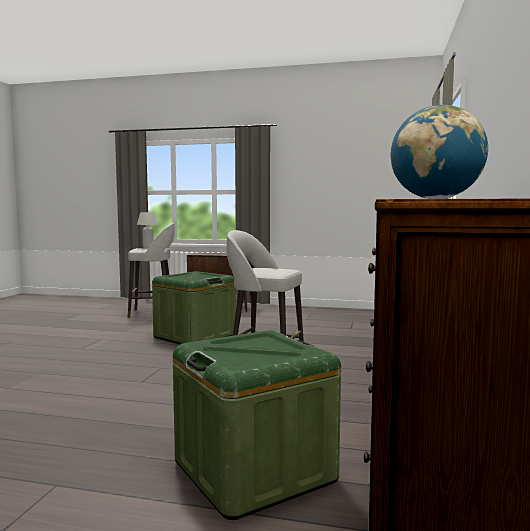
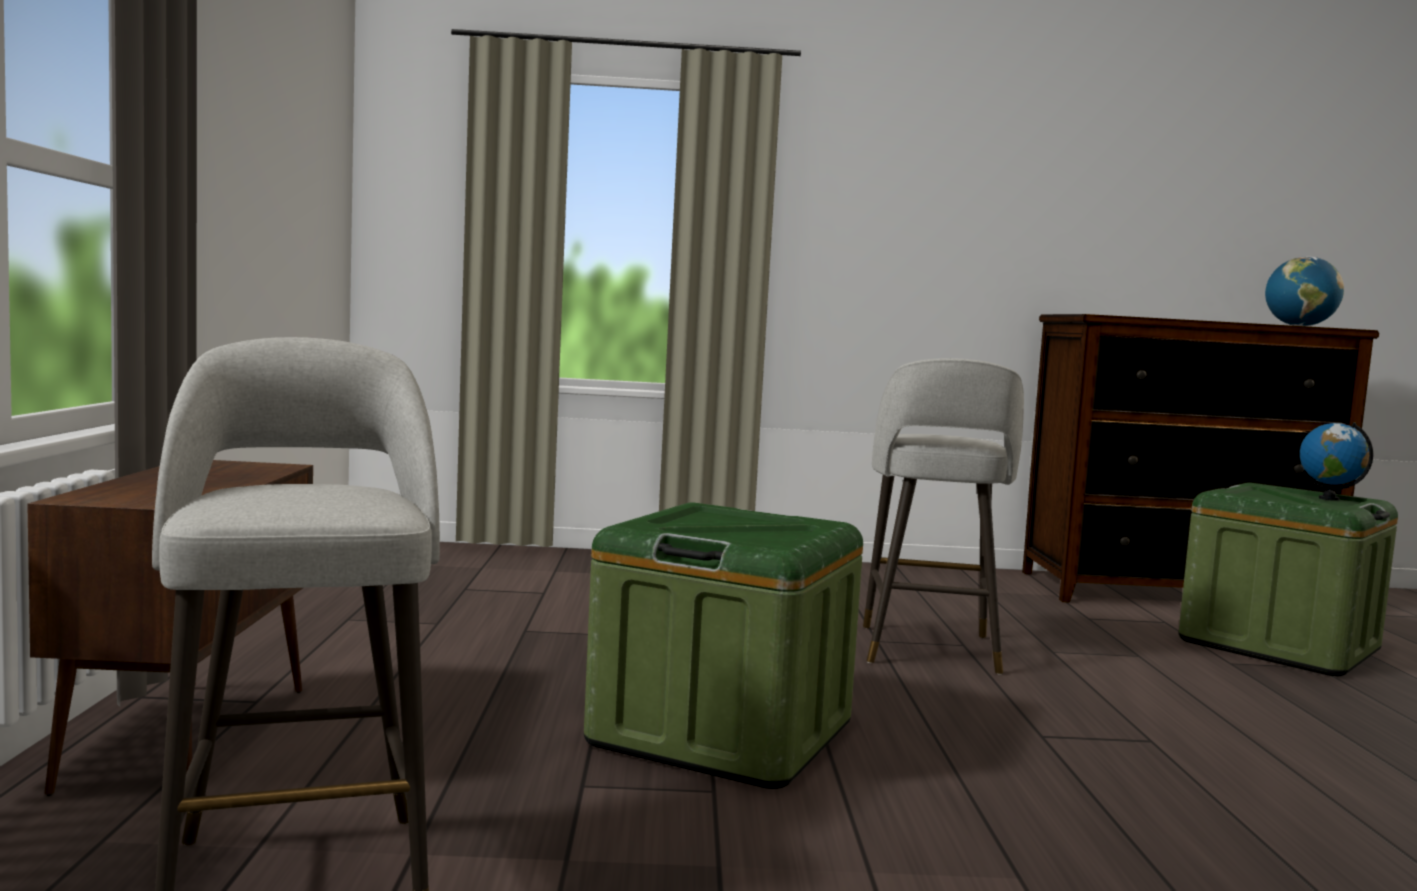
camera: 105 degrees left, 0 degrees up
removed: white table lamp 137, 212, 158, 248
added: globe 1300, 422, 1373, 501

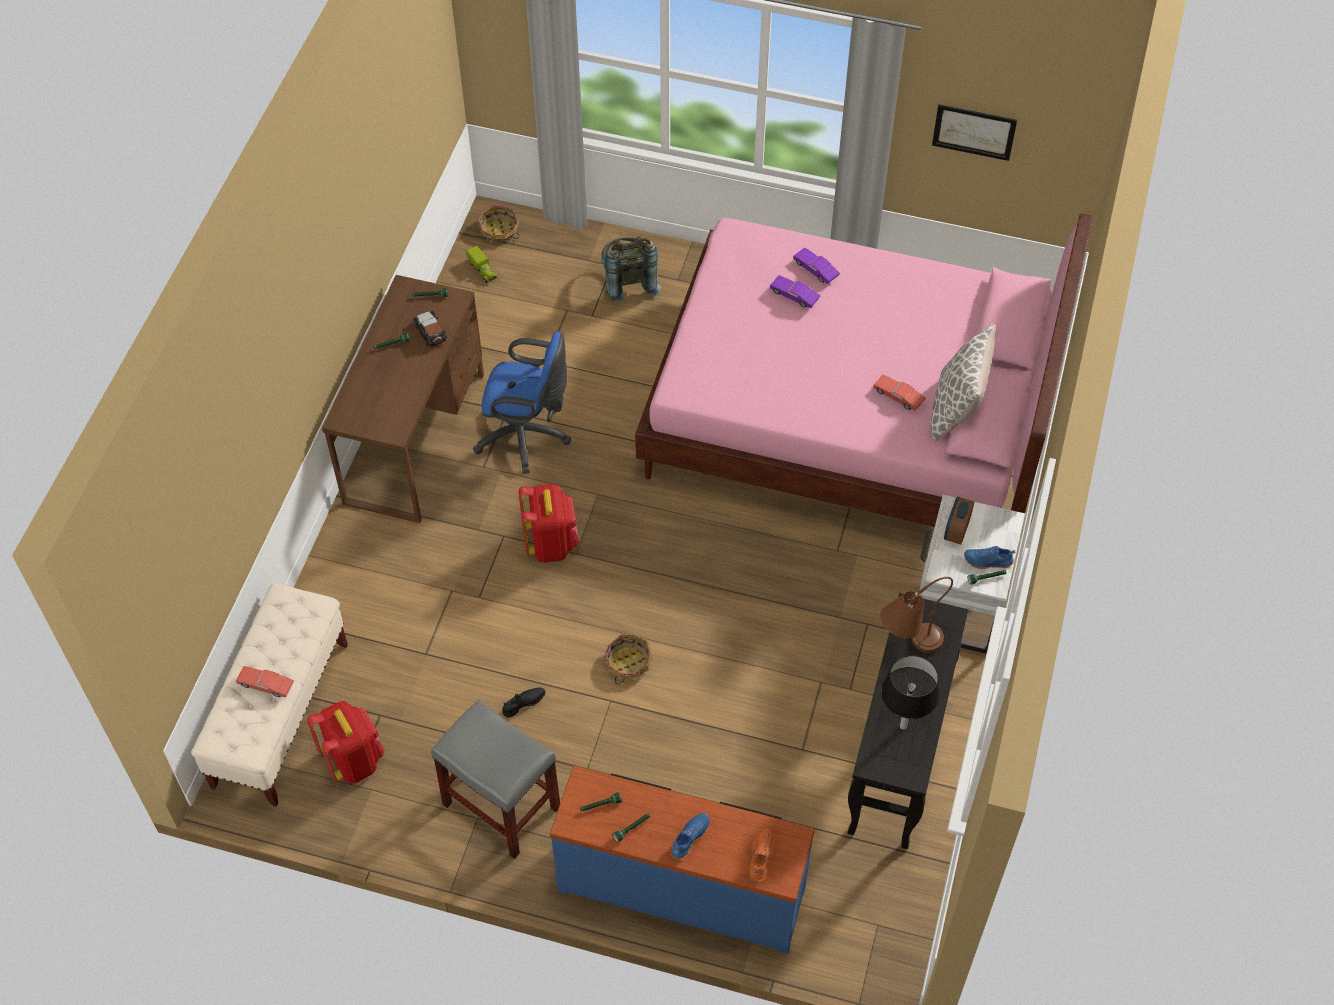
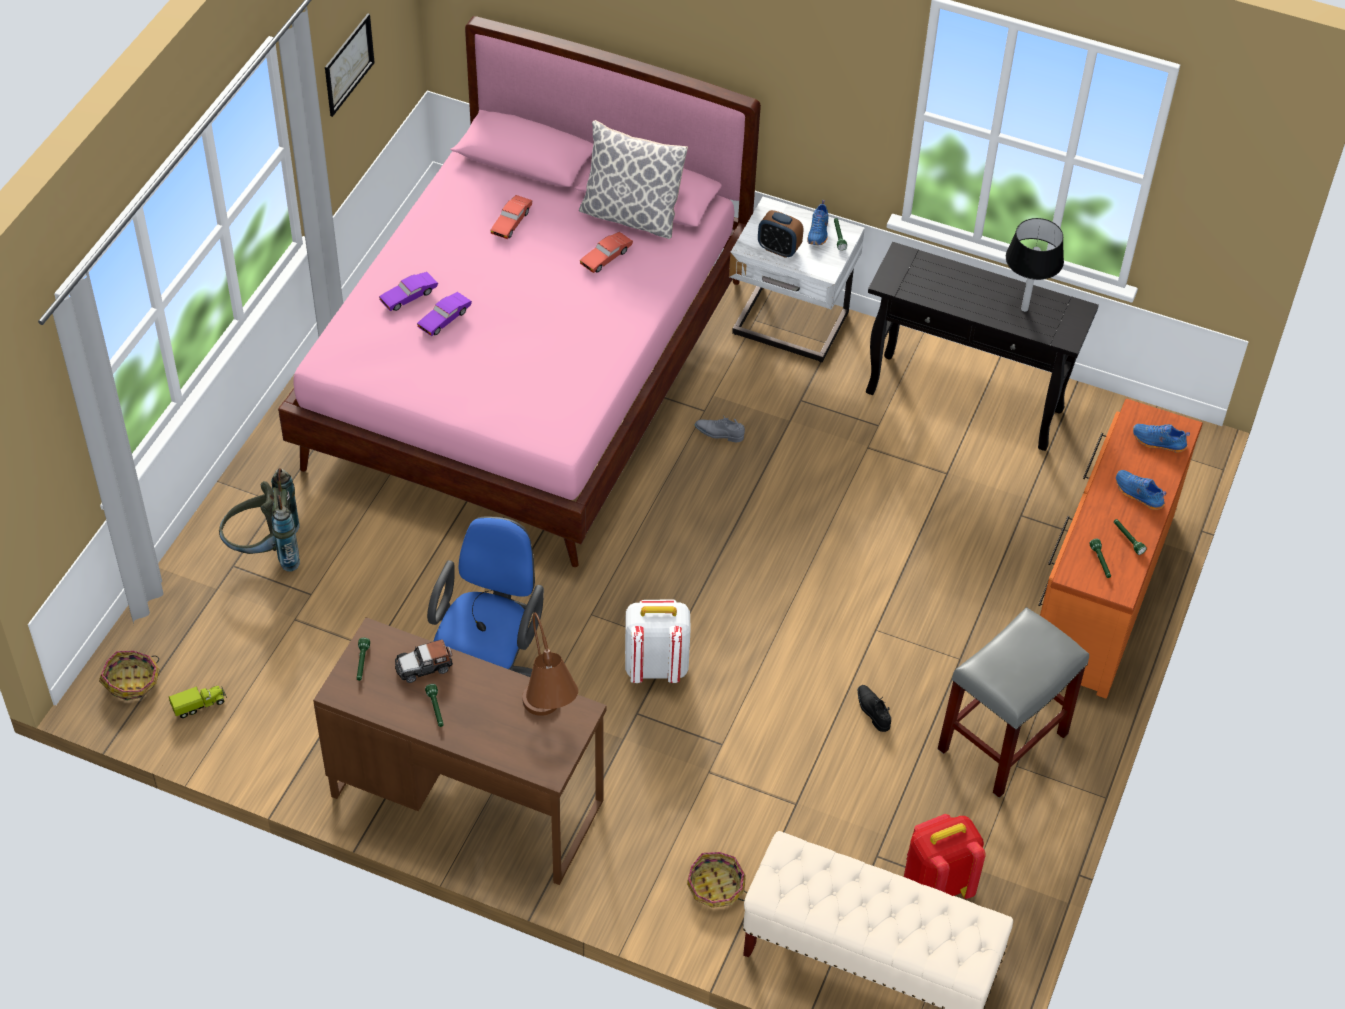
camera: 85 degrees left, 5 degrees down
added: grey shoe 695, 417, 745, 442
moved: brown table lamp 880, 577, 953, 653 to 522, 613, 578, 716; basket 604, 634, 653, 685 to 687, 852, 747, 908; red toy car 236, 666, 294, 697 to 490, 195, 532, 239
recoloured: red backpack 519, 484, 579, 563 to white backpack 625, 599, 691, 683; blue dresser 550, 766, 815, 954 to orange dresser 1038, 399, 1203, 699; orange shoe 749, 828, 773, 882 to blue shoe 1133, 424, 1190, 453

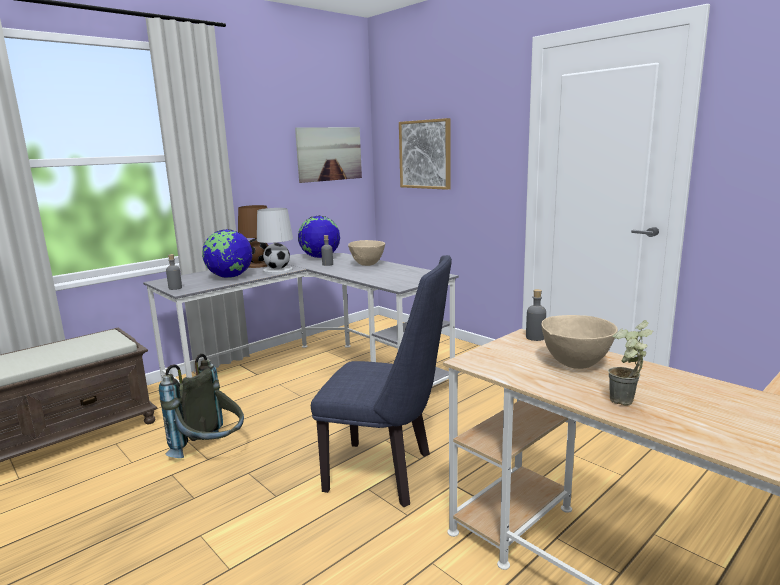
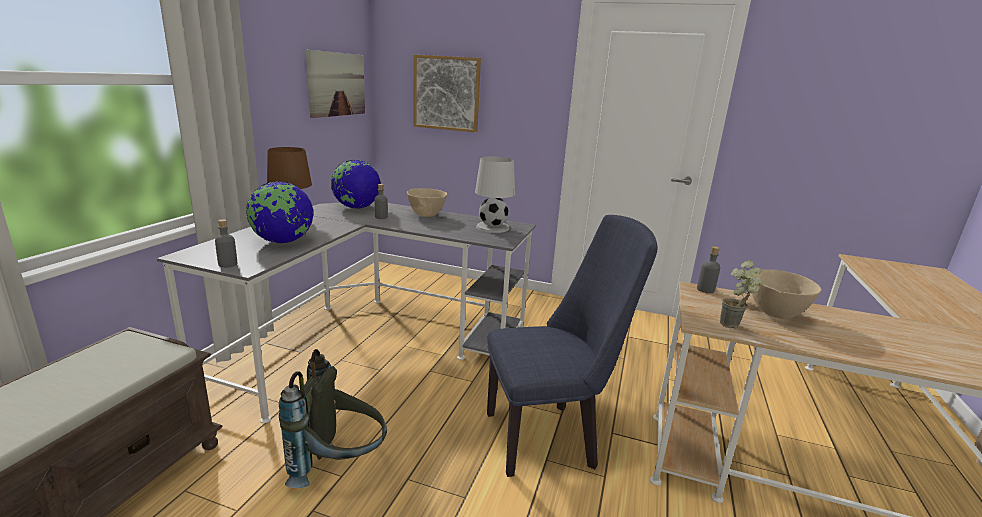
camera: 30 degrees left, 5 degrees up
moved: white table lamp 257, 208, 293, 274 to 475, 156, 515, 233; potted plant 608, 320, 653, 406 to 720, 260, 763, 329

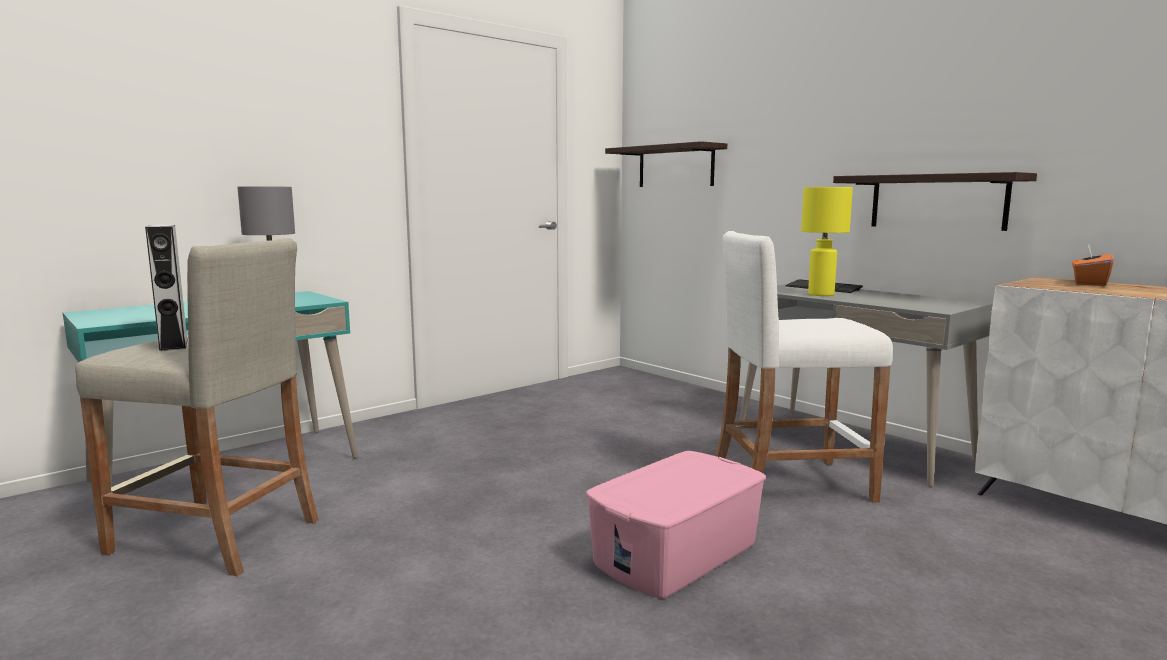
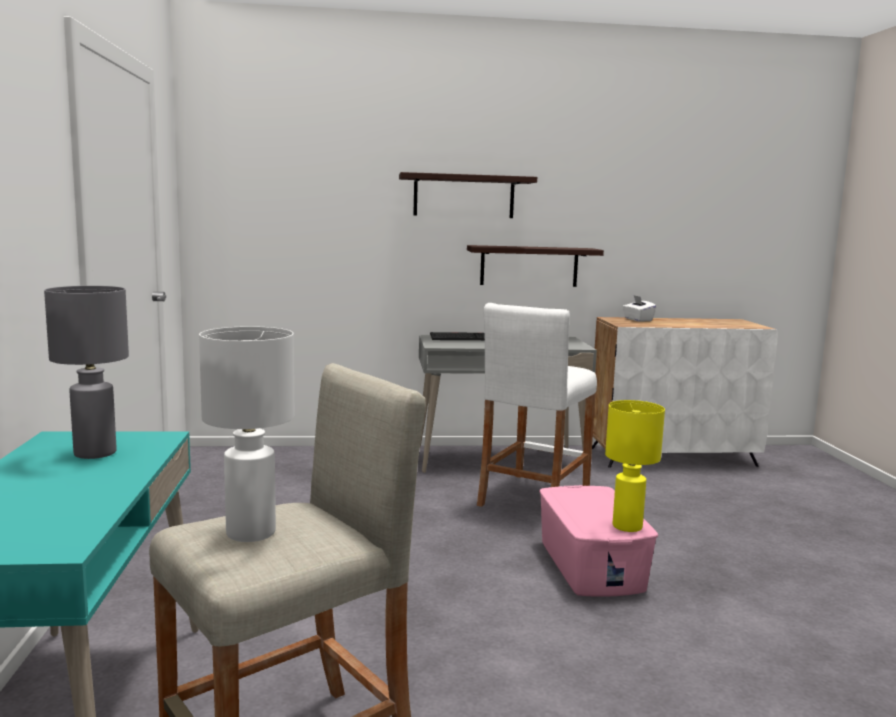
camera: 55 degrees left, 0 degrees up
moved: shelf 605, 141, 727, 187 to 399, 172, 537, 218; yellow table lamp 801, 187, 853, 296 to 605, 400, 665, 532
replaced: grey speaker 145, 224, 188, 351 to white table lamp 199, 326, 294, 542
recoloured: orange tissue box 1072, 245, 1114, 286 to white tissue box 623, 295, 656, 322

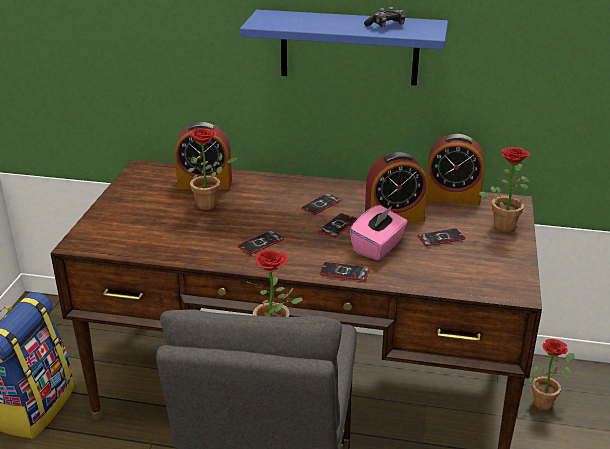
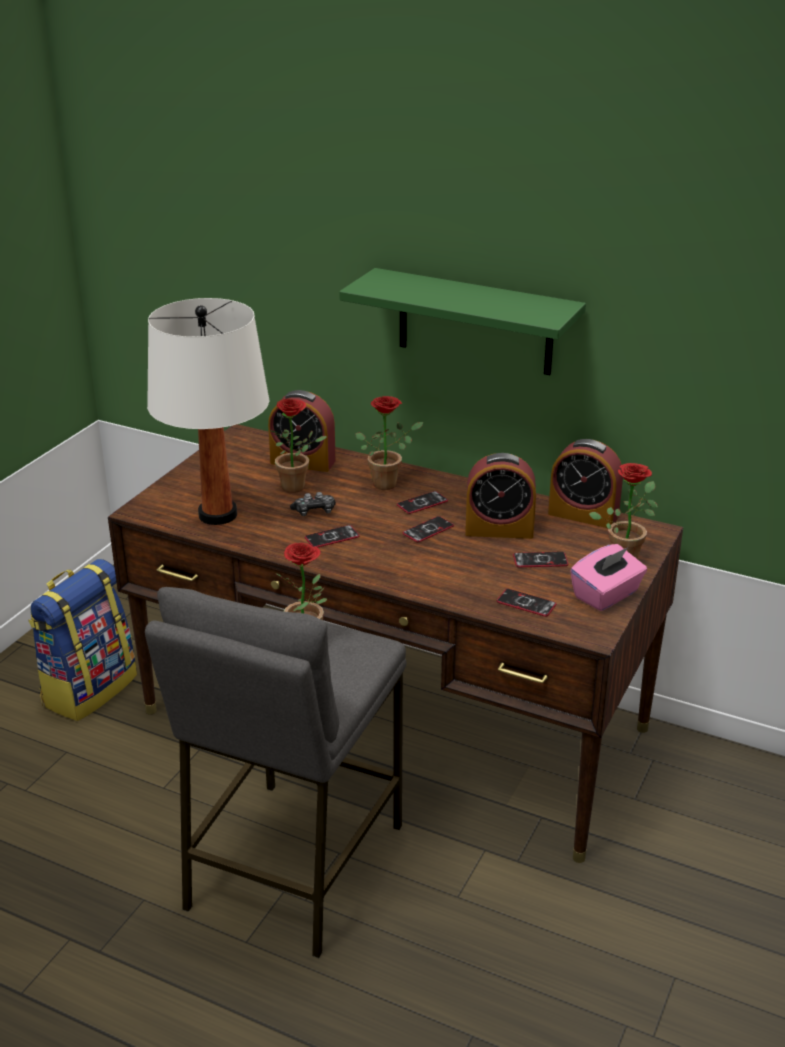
camera: 15 degrees right, 0 degrees up
added: white table lamp 147, 298, 269, 525
moved: game controller 364, 7, 406, 28 to 290, 492, 336, 516; pink tissue box 350, 205, 407, 260 to 570, 544, 647, 611; phone 320, 262, 369, 281 to 497, 589, 556, 617; potted plant 529, 339, 575, 411 to 356, 396, 423, 490
recoloured: blue shelf 240, 10, 448, 86 to green shelf 339, 268, 586, 375

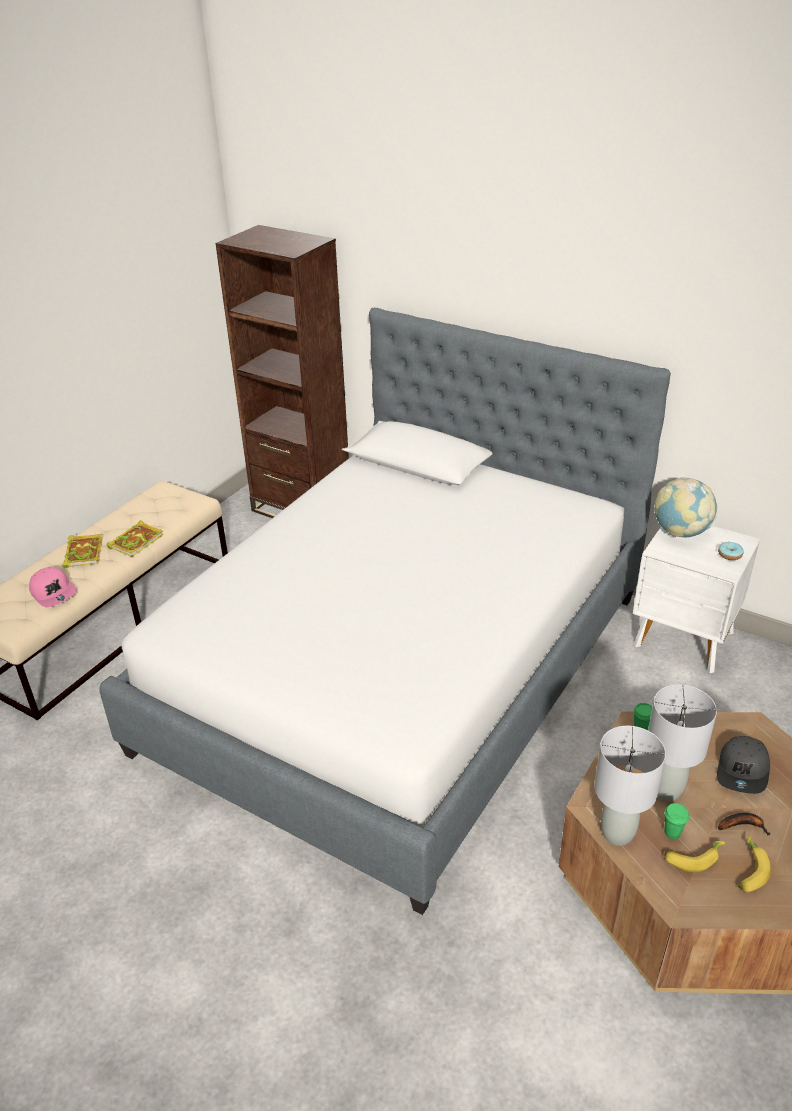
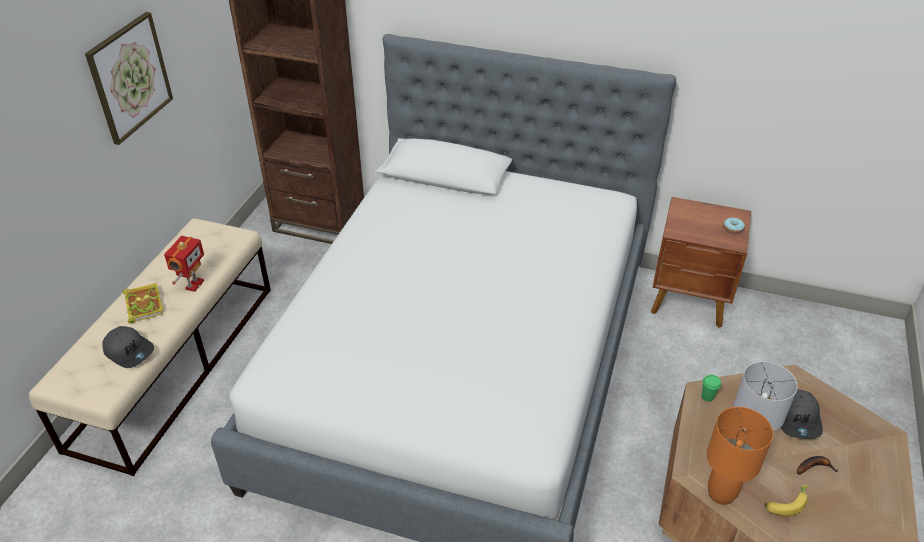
camera: 15 degrees left, 5 degrees up
removed: globe 654, 477, 717, 537; green cup 665, 803, 689, 839; banana 738, 836, 771, 892
added: picture 85, 12, 173, 145
replaced: book 106, 520, 163, 557 to toy robot 164, 236, 204, 292
recoloured: white nightstand 633, 525, 760, 673 to brown nightstand 651, 197, 751, 328; pink cap 29, 567, 77, 607 to grey cap 102, 326, 154, 368; grey table lamp 594, 726, 666, 846 to orange table lamp 707, 407, 773, 505

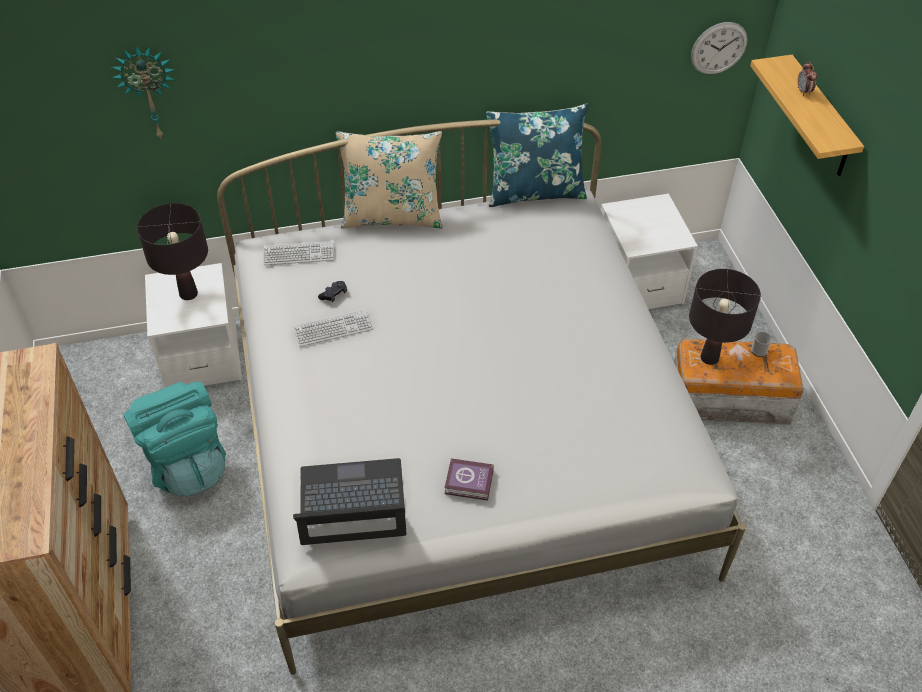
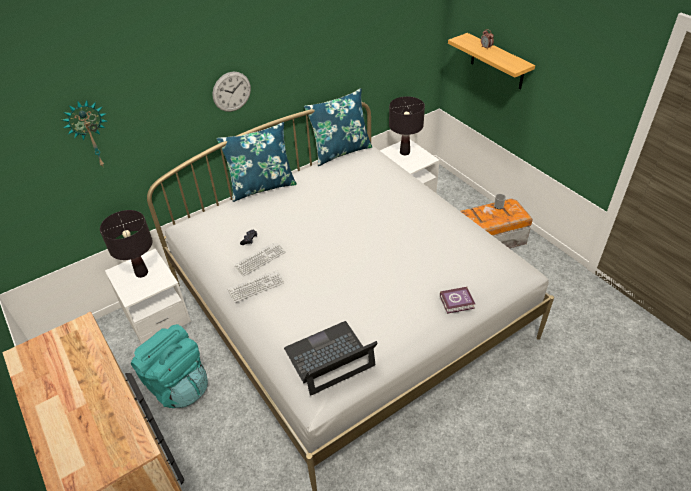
camera: 20 degrees left, 5 degrees down
moved: wall clock 691, 22, 748, 74 to 212, 72, 251, 112; keyboard 264, 241, 335, 265 to 228, 270, 284, 303; black table lamp 689, 269, 761, 365 to 389, 96, 425, 155; book 444, 458, 494, 501 to 440, 287, 475, 314
recoloured: beige pillow 336, 131, 443, 229 to blue pillow 217, 122, 297, 202

